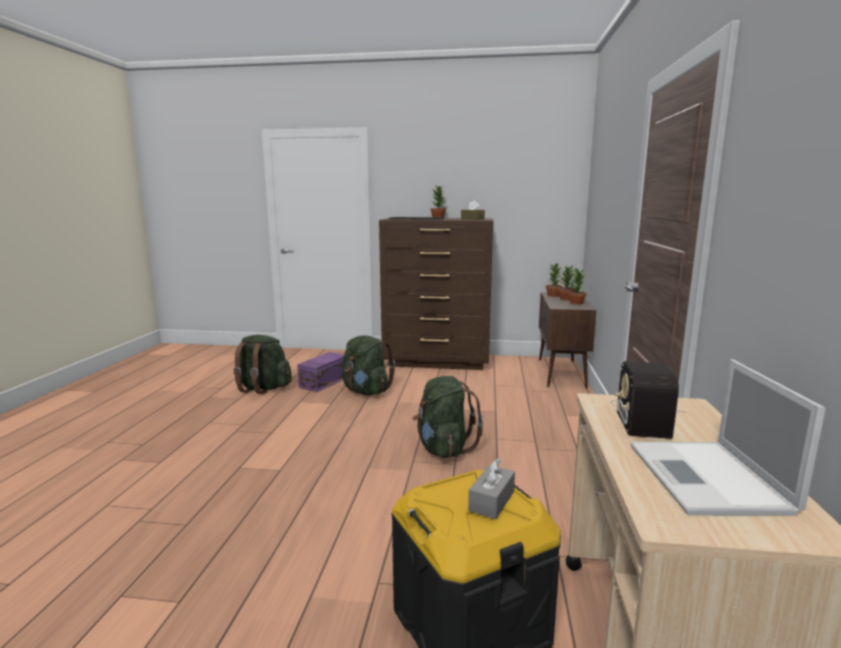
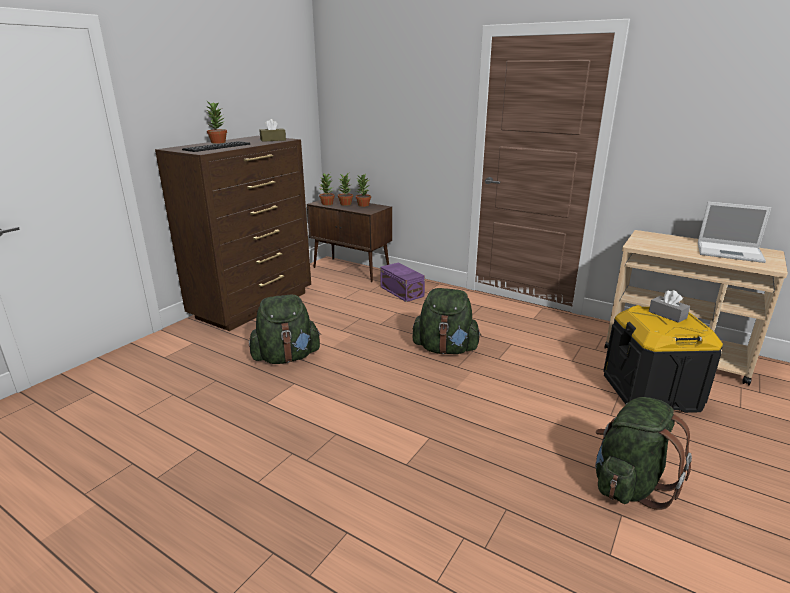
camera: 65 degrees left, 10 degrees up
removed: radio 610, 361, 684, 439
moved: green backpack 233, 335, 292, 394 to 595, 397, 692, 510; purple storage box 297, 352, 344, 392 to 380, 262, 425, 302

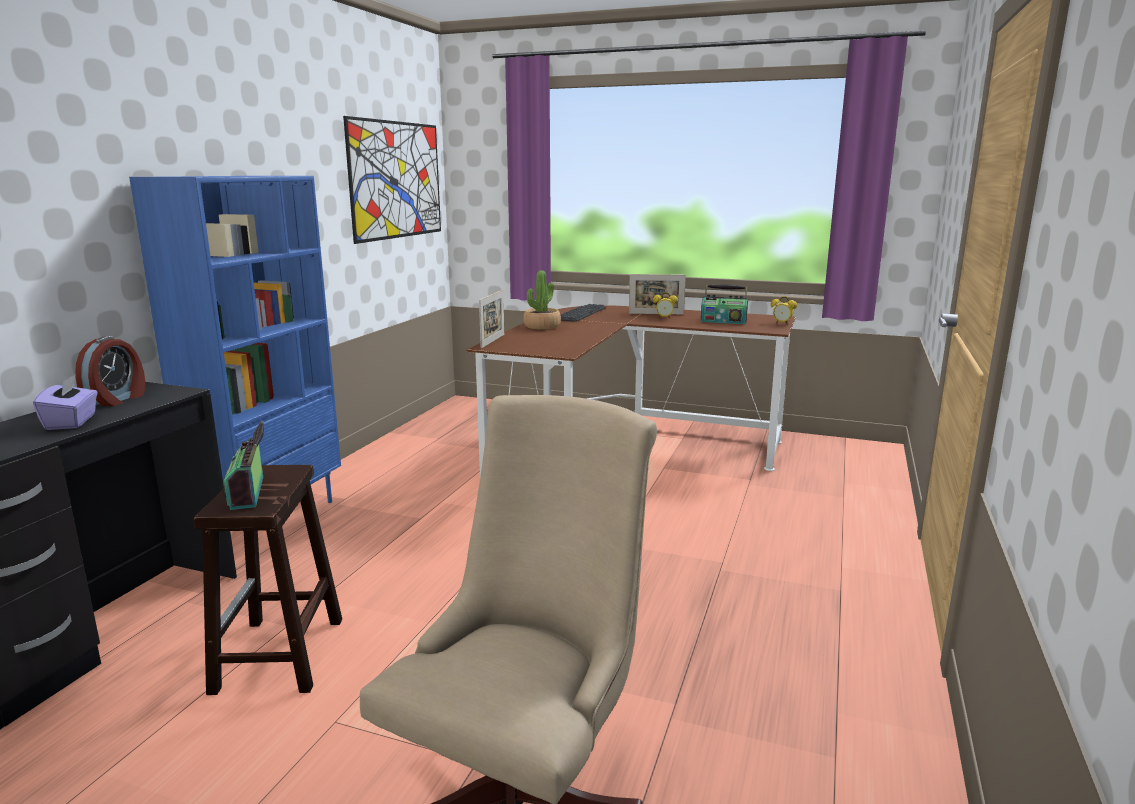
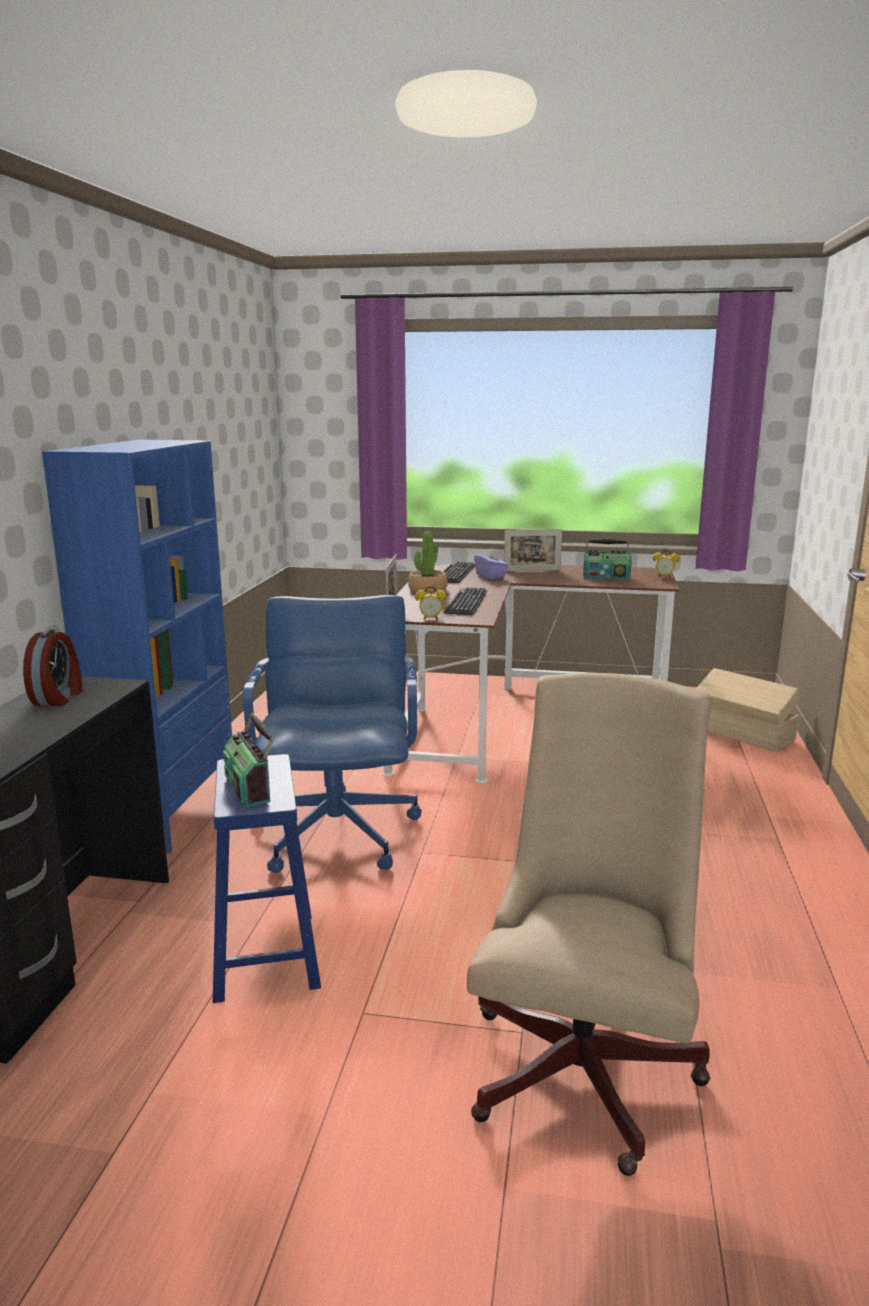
camera: 10 degrees left, 0 degrees up
removed: picture 343, 116, 441, 244
added: keyboard 444, 587, 487, 615; blue office chair 243, 595, 422, 873; beige storage box 696, 668, 799, 752
moved: alarm clock 653, 292, 678, 319 to 415, 586, 447, 620; purple tissue box 33, 374, 98, 430 to 474, 548, 508, 579
recoloured: brown stool 194, 465, 342, 695 to blue stool 213, 754, 321, 1003

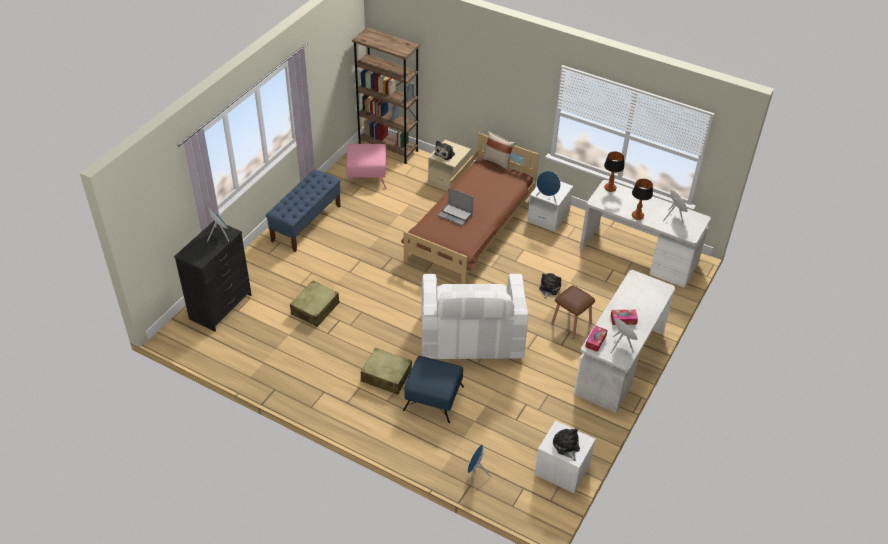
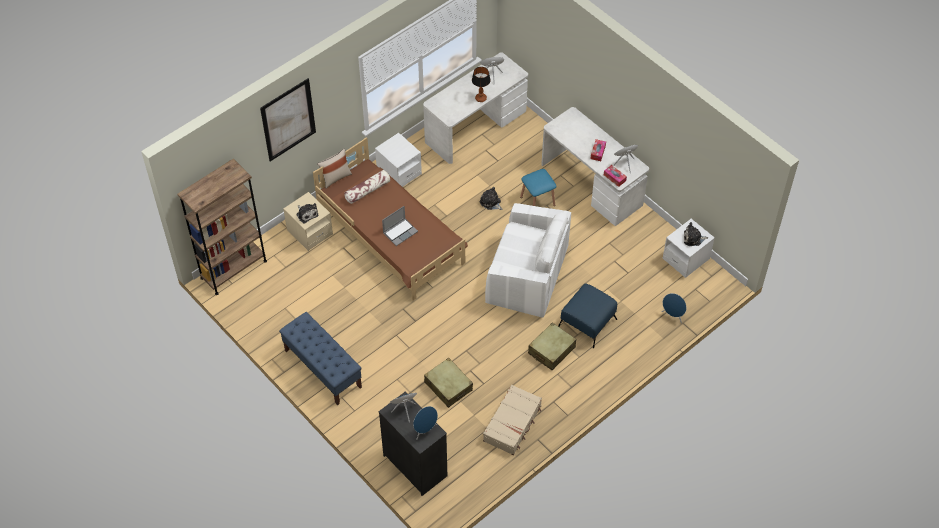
camera: 70 degrees left, 10 degrees up
removed: pink ottoman 346, 144, 387, 189; table lamp 604, 151, 624, 192
added: picture 260, 78, 316, 161; pillow 344, 170, 390, 204; beige suitcase 483, 385, 542, 455
moved: blue speaker 536, 171, 561, 204 to 413, 406, 438, 440
recoloured: brown stool 551, 286, 595, 339 to blue stool 520, 169, 557, 206

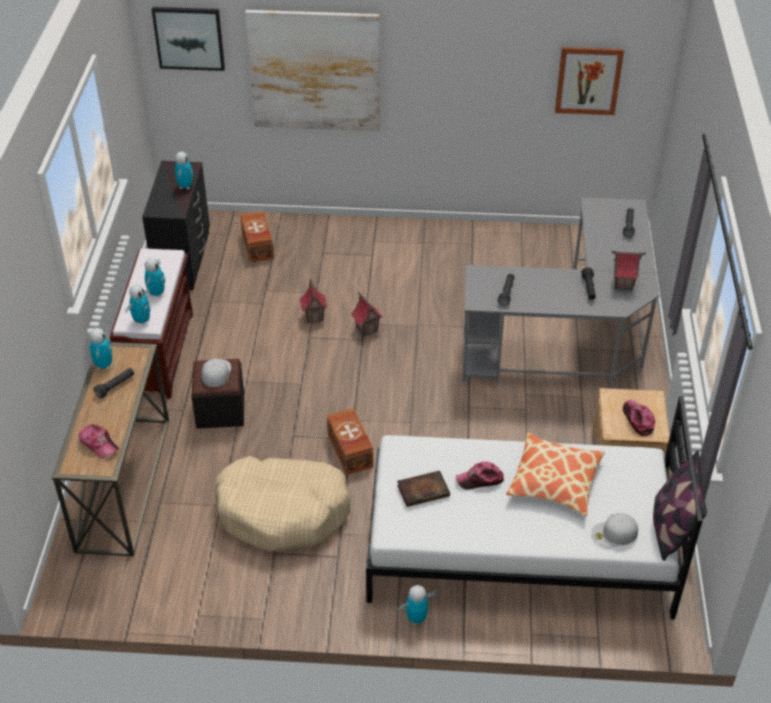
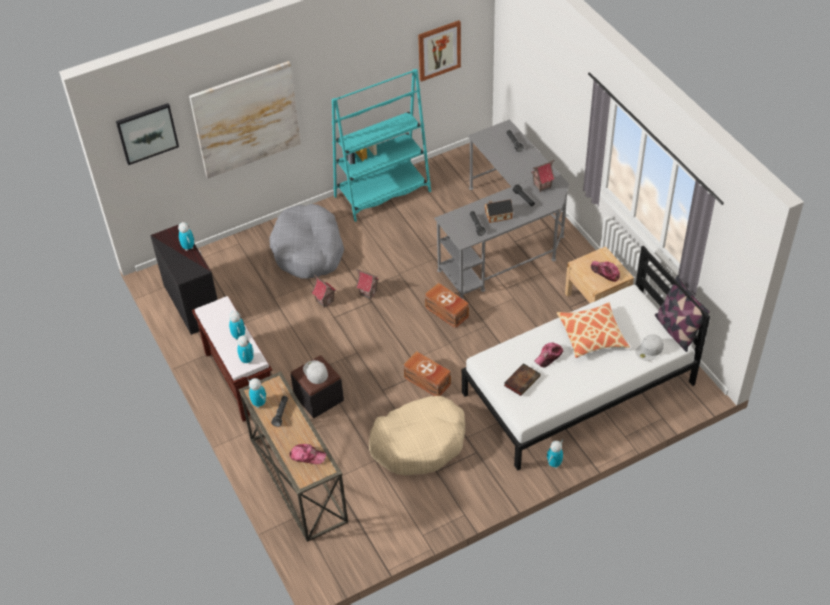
camera: 30 degrees left, 5 degrees up
added: turquoise bookcase 332, 69, 431, 222; toy house 484, 199, 513, 223; grey dog bed 270, 204, 344, 279
moved: brown storage box 240, 211, 274, 262 to 425, 283, 469, 328

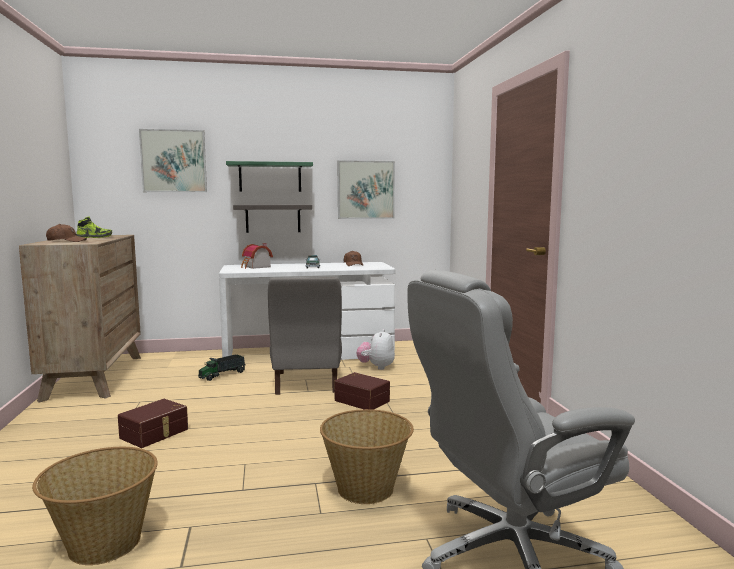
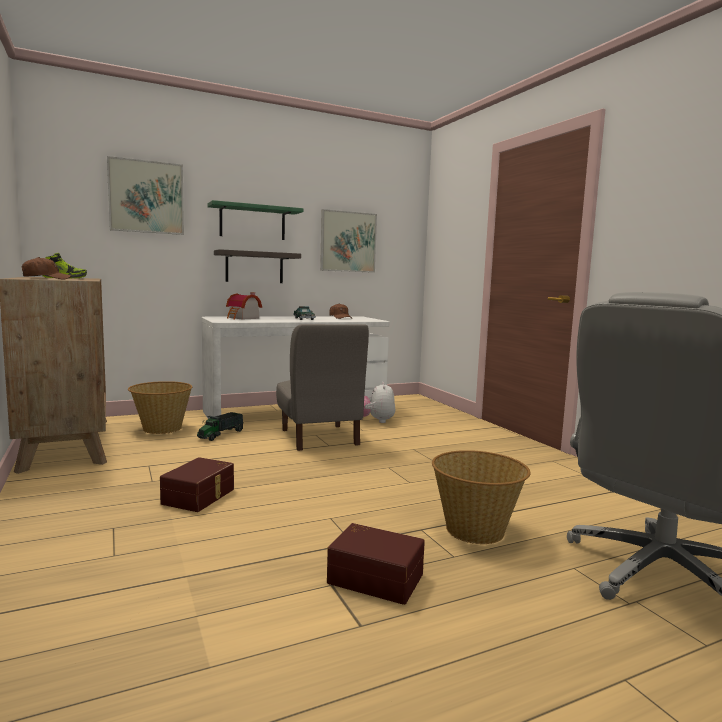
camera: 15 degrees left, 0 degrees up
moved: brown storage box 334, 372, 390, 410 to 327, 523, 425, 605; basket 32, 447, 158, 565 to 128, 381, 192, 434

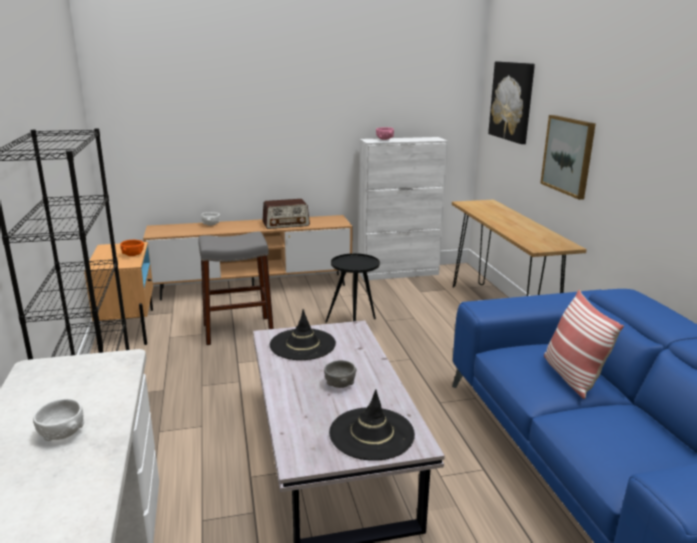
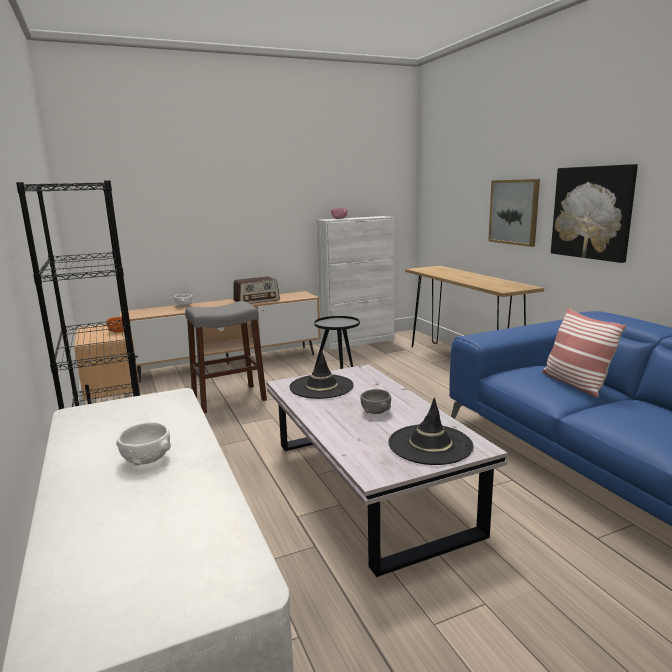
camera: 10 degrees left, 5 degrees down
moved: picture 488, 61, 535, 144 to 551, 164, 638, 263

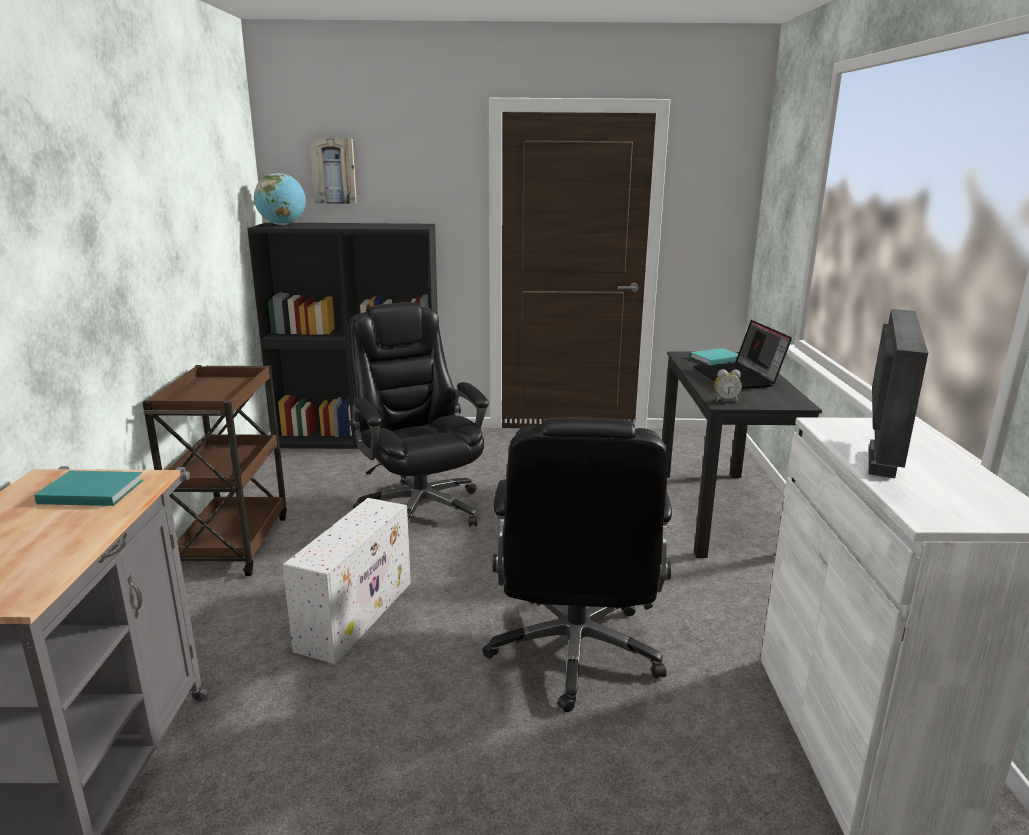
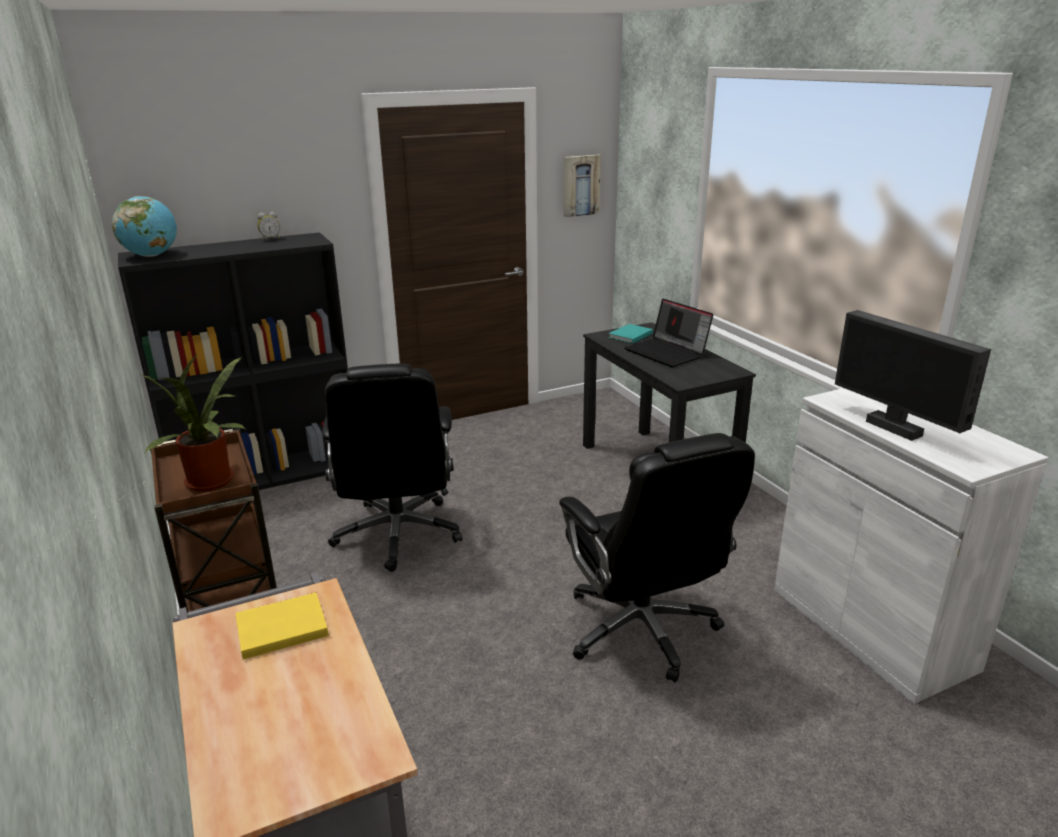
camera: 25 degrees left, 5 degrees up
removed: white storage box 282, 498, 411, 664
added: potted plant 139, 354, 245, 492
moved: picture 310, 138, 357, 204 to 564, 155, 601, 217; alarm clock 714, 369, 742, 402 to 257, 212, 280, 241
recoloured: turquoise book 34, 471, 143, 506 to yellow book 235, 592, 329, 660
turned: black office chair 349, 302, 489, 527 = 322, 364, 463, 572 135 degrees counterclockwise; monitor 869, 309, 928, 478 = 835, 310, 991, 441 150 degrees clockwise

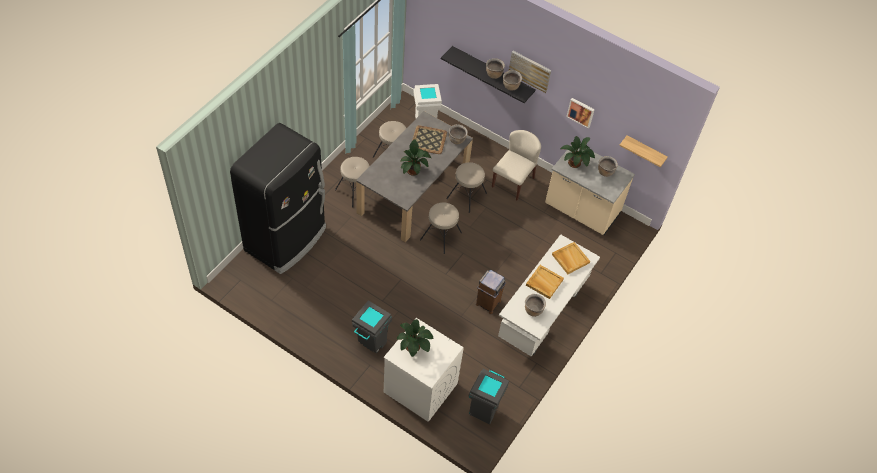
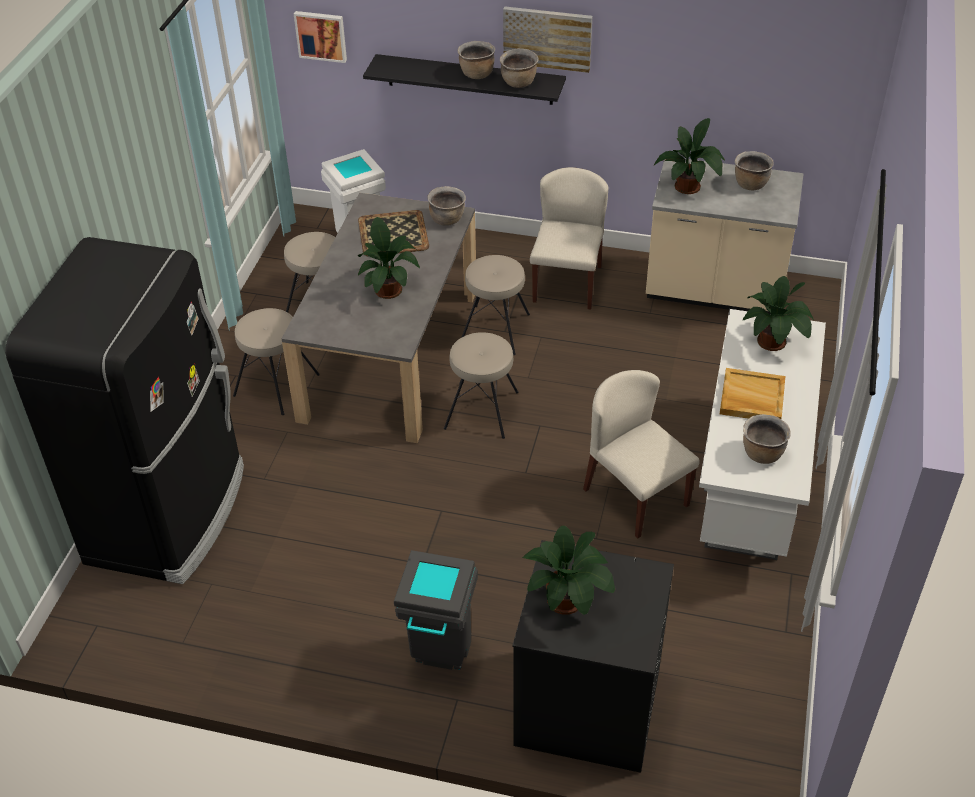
camera: 15 degrees left, 10 degrees down
removed: shelf 619, 135, 668, 167; grey trash can 469, 369, 509, 424
moved: picture 566, 98, 595, 128 to 294, 11, 347, 63
replaced: beige tray 552, 242, 590, 274 to potted plant 743, 276, 814, 351; brown trash can 476, 270, 506, 314 to beige chair 583, 370, 700, 538
recoloured: white washing machine 384, 318, 464, 422 to black washing machine 512, 540, 674, 773

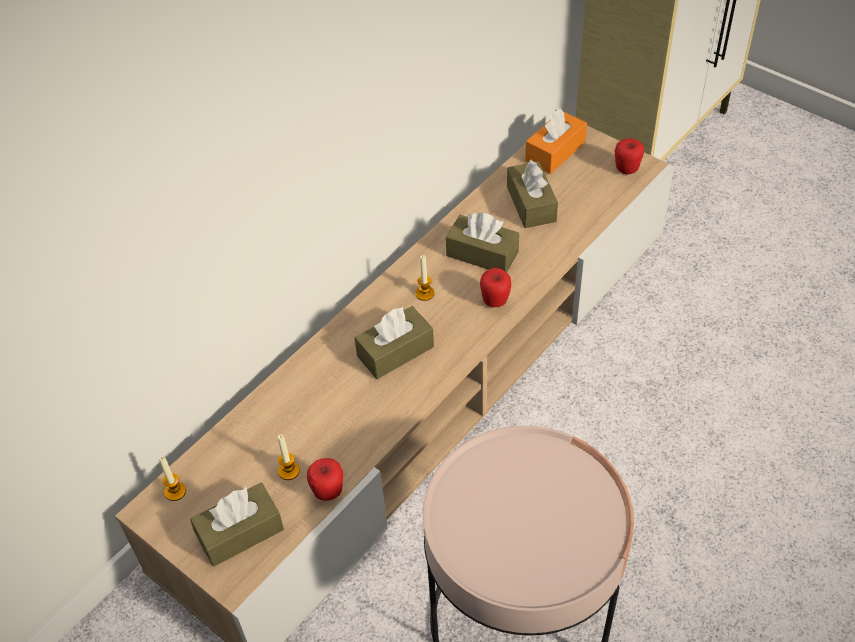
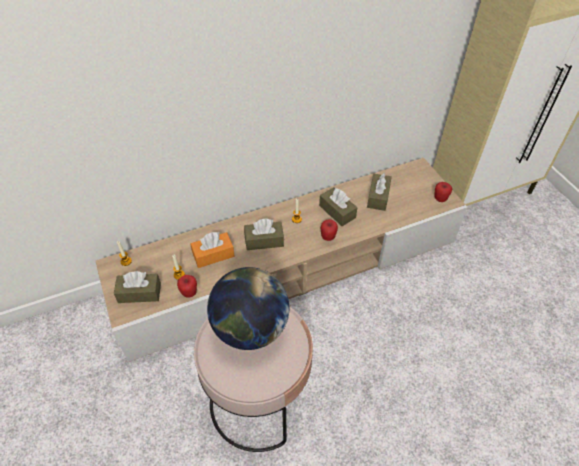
camera: 25 degrees right, 0 degrees up
added: globe 207, 267, 289, 350
moved: orange tissue box 525, 109, 587, 174 to 190, 232, 235, 268

